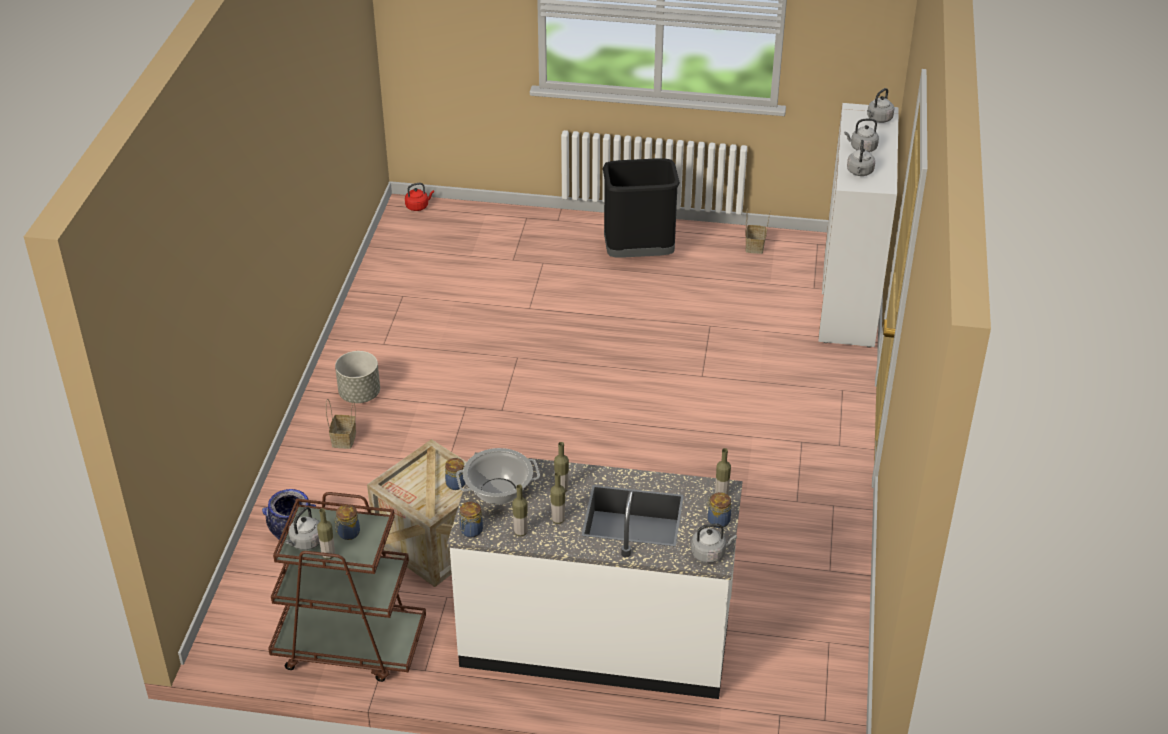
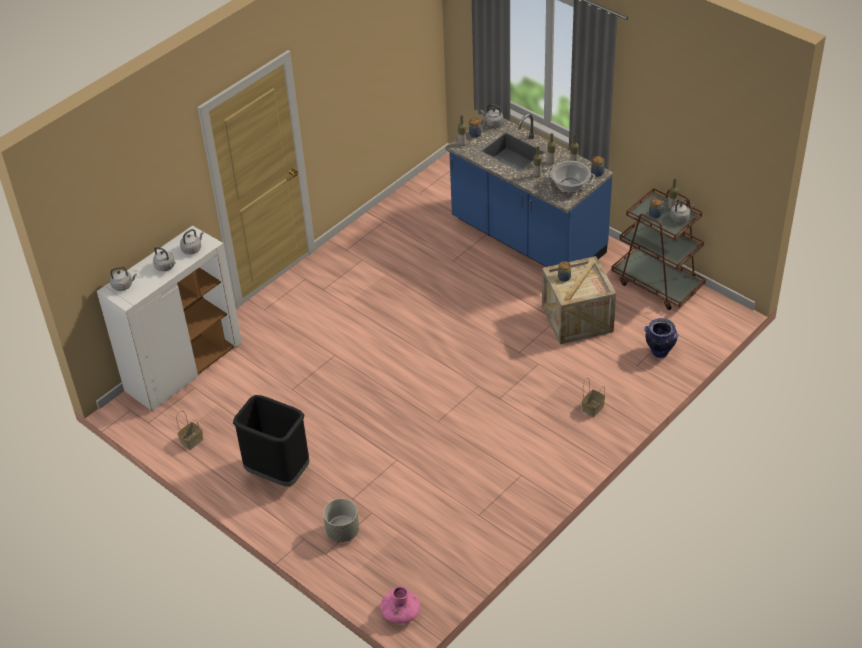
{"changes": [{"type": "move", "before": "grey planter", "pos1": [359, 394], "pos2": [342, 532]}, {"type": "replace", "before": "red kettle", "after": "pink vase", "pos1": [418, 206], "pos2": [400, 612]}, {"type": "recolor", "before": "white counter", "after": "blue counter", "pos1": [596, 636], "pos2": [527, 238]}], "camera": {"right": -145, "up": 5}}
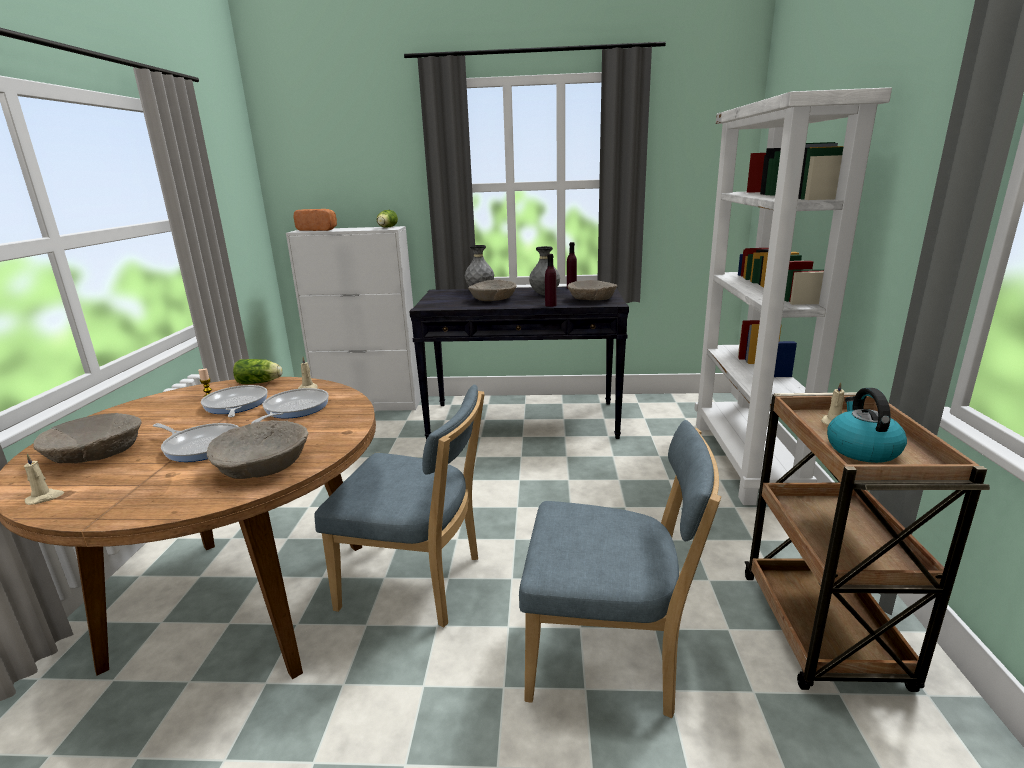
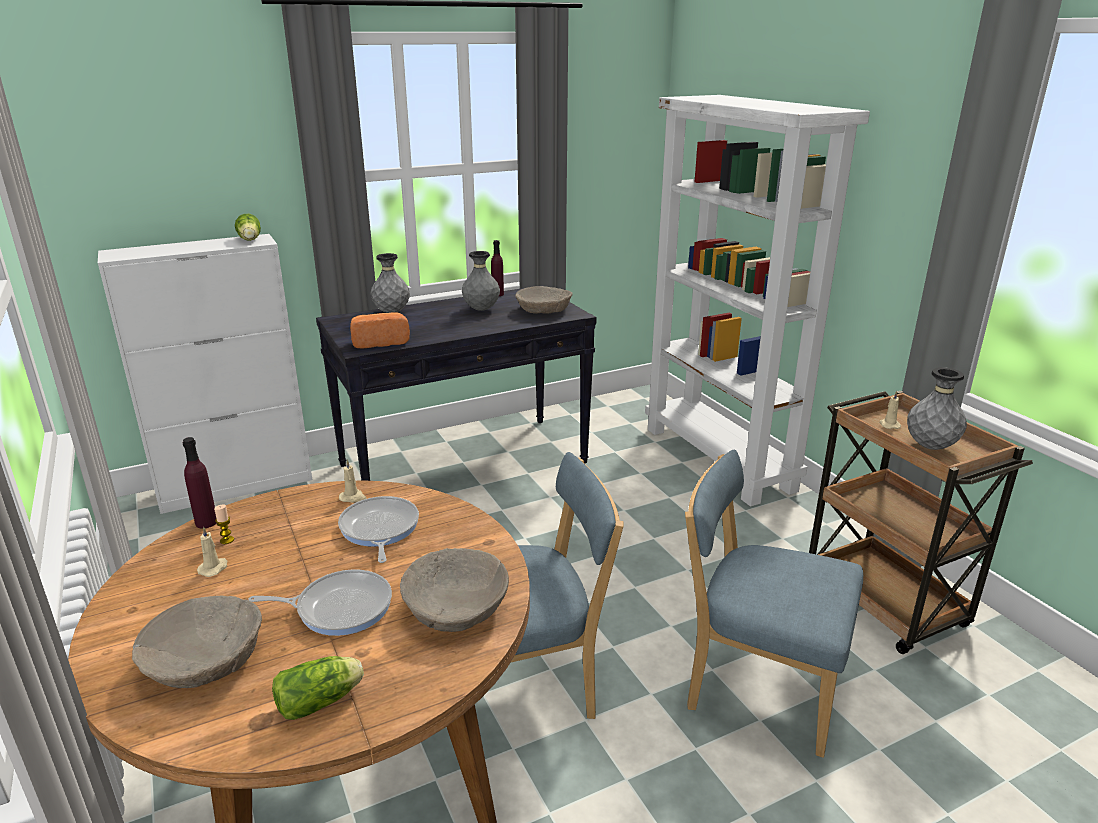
{"changes": [{"type": "delete", "before": "frying pan", "pos1": [235, 405]}, {"type": "delete", "before": "beige bowl", "pos1": [493, 299]}, {"type": "move", "before": "beige candle", "pos1": [45, 498], "pos2": [214, 568]}, {"type": "move", "before": "lettuce", "pos1": [260, 382], "pos2": [322, 701]}, {"type": "move", "before": "bread", "pos1": [319, 230], "pos2": [380, 342]}, {"type": "move", "before": "purple bottle", "pos1": [550, 305], "pos2": [206, 522]}, {"type": "replace", "before": "kettle", "after": "grey vase", "pos1": [861, 449], "pos2": [930, 447]}, {"type": "rotate", "before": "blue chair", "pos1": [609, 658], "pos2": [756, 686], "turn": -135}], "camera": {"right": -30, "up": 5}}
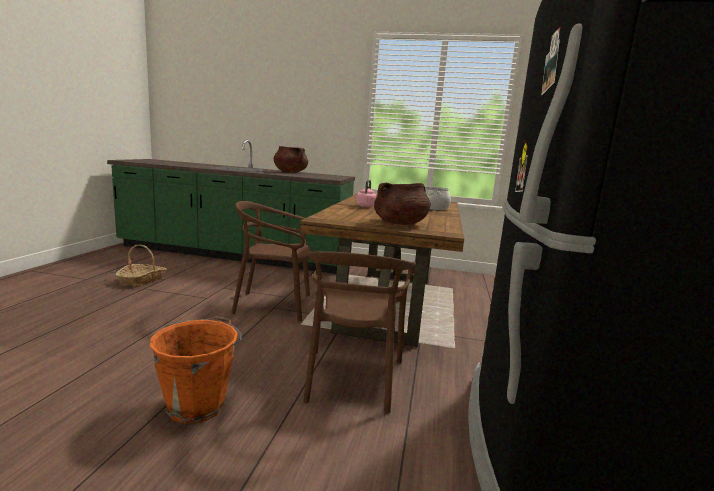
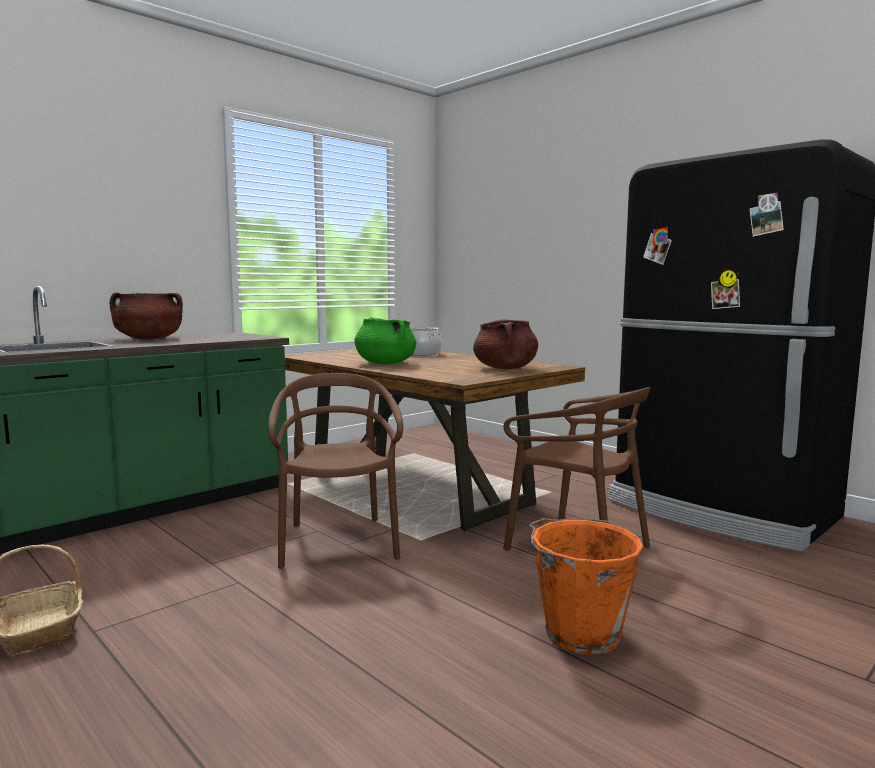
{"changes": [{"type": "replace", "before": "pink kettle", "after": "green cooking pot", "pos1": [366, 206], "pos2": [385, 363]}, {"type": "rotate", "before": "brown chair", "pos1": [274, 305], "pos2": [338, 543], "turn": 135}], "camera": {"right": -55, "up": -5}}
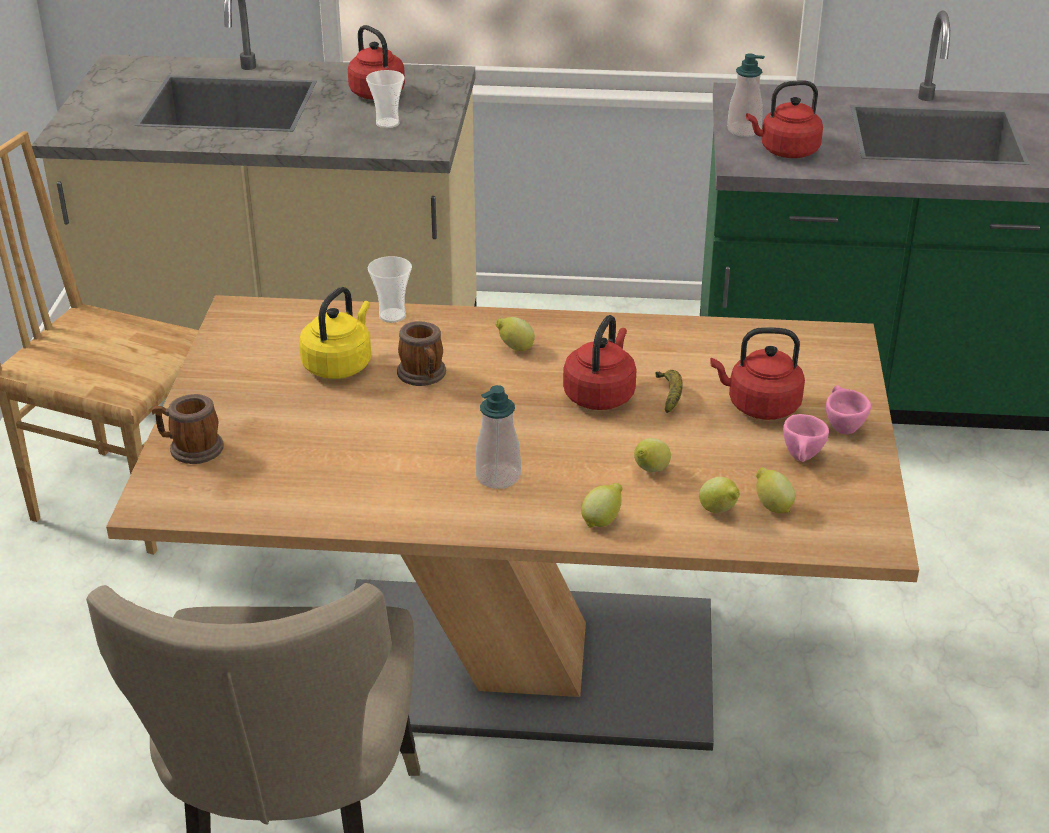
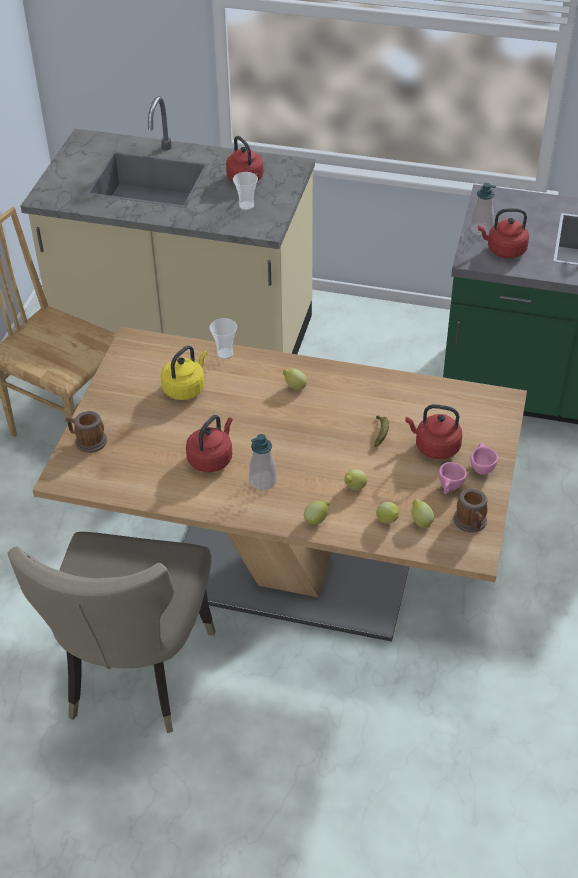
{"changes": [{"type": "move", "before": "mug", "pos1": [423, 376], "pos2": [471, 523]}, {"type": "move", "before": "red kettle", "pos1": [600, 394], "pos2": [211, 458]}], "camera": {"right": 10, "up": 10}}
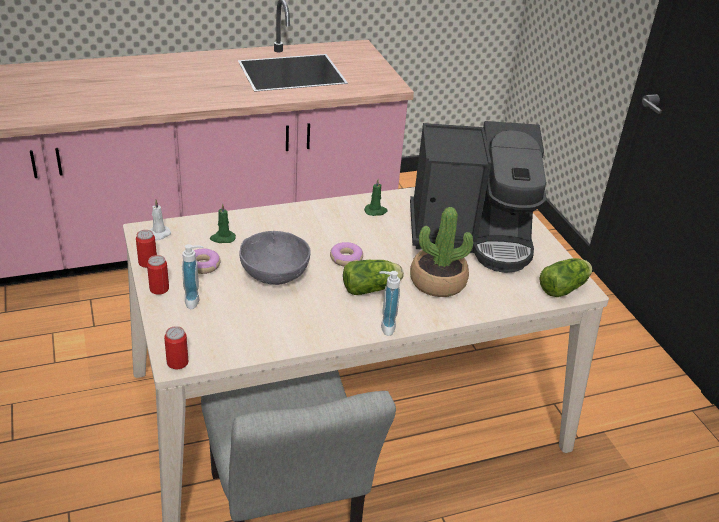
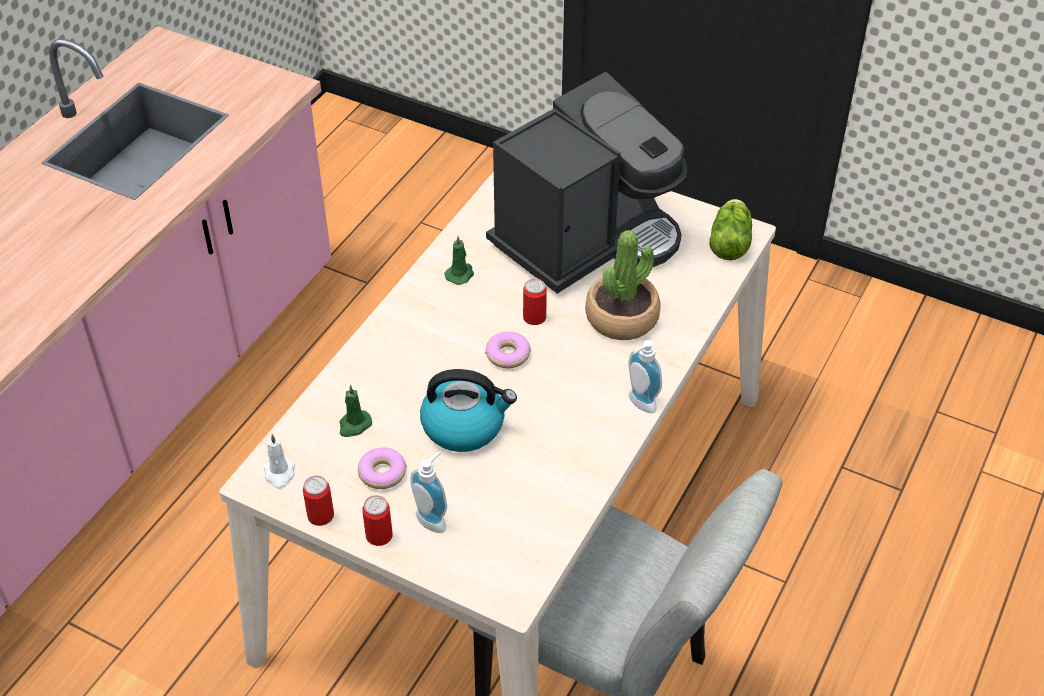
{"changes": [{"type": "delete", "before": "lettuce", "pos1": [372, 288]}, {"type": "move", "before": "can", "pos1": [177, 362], "pos2": [534, 317]}, {"type": "replace", "before": "grey bowl", "after": "kettle", "pos1": [274, 273], "pos2": [465, 426]}], "camera": {"right": -40, "up": 10}}
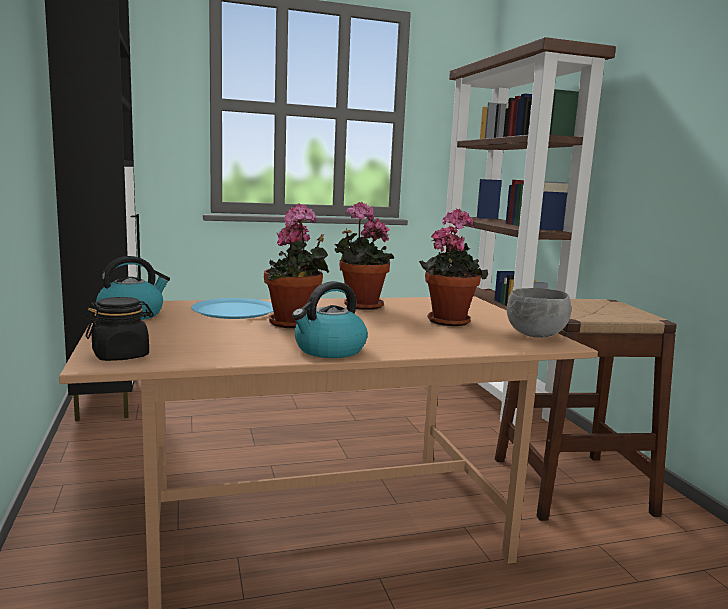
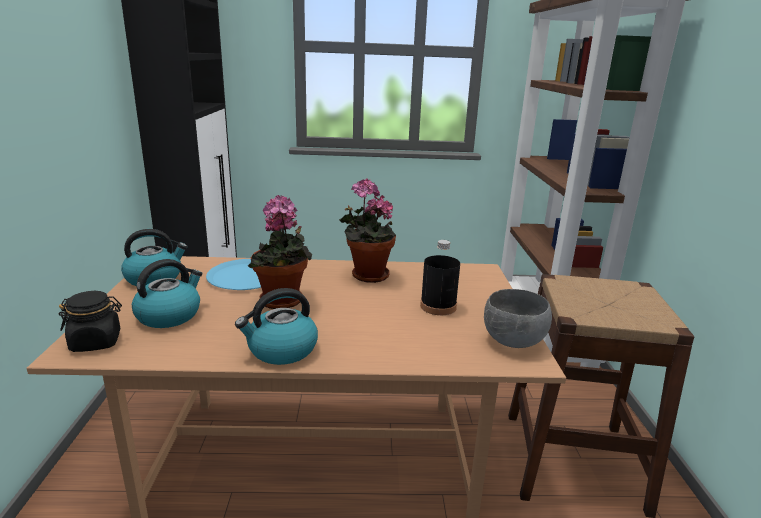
{"changes": [{"type": "insert", "after": "kettle", "pos2": [169, 315]}, {"type": "replace", "before": "potted plant", "after": "black bottle", "pos1": [448, 320], "pos2": [438, 306]}], "camera": {"right": 15, "up": 10}}
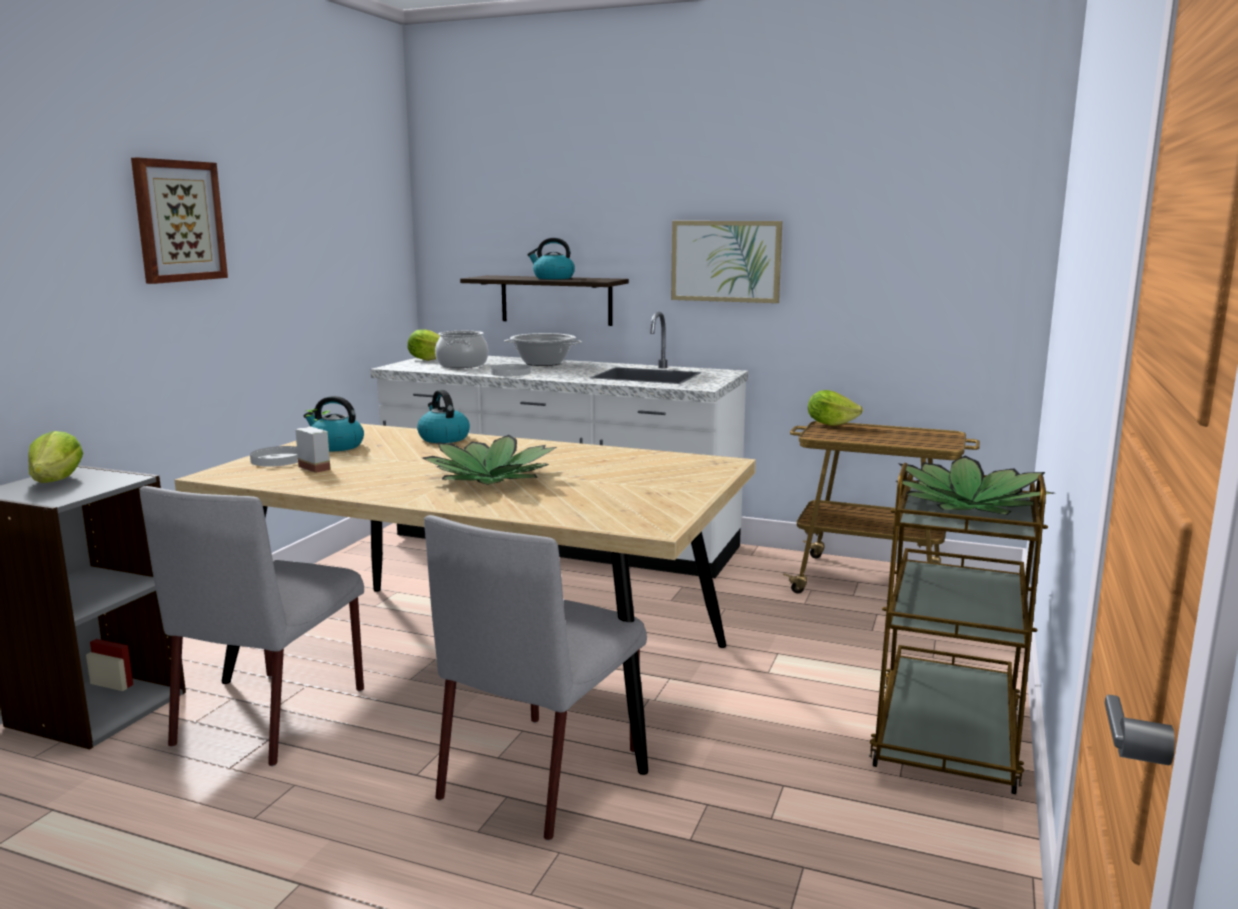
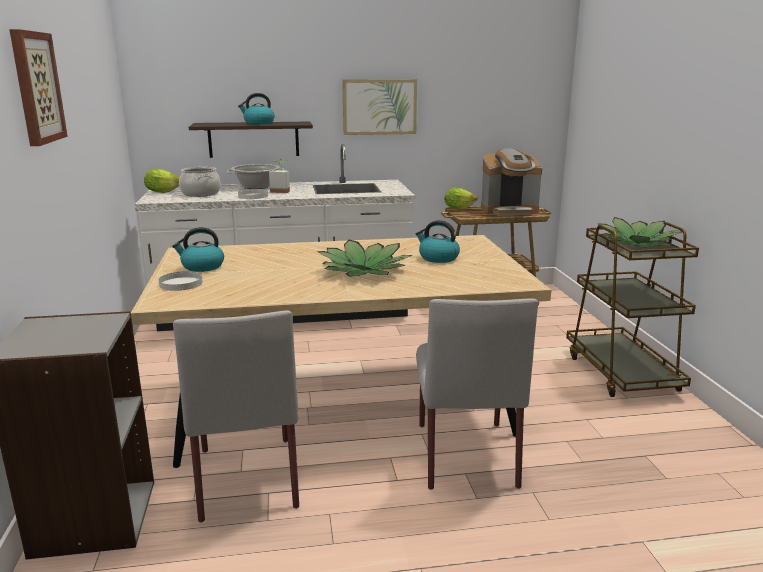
{"changes": [{"type": "delete", "before": "lettuce", "pos1": [57, 480]}, {"type": "insert", "after": "coffee machine", "pos2": [509, 210]}, {"type": "move", "before": "potted plant", "pos1": [320, 466], "pos2": [281, 191]}, {"type": "move", "before": "kettle", "pos1": [443, 438], "pos2": [438, 258]}], "camera": {"right": -30, "up": 5}}
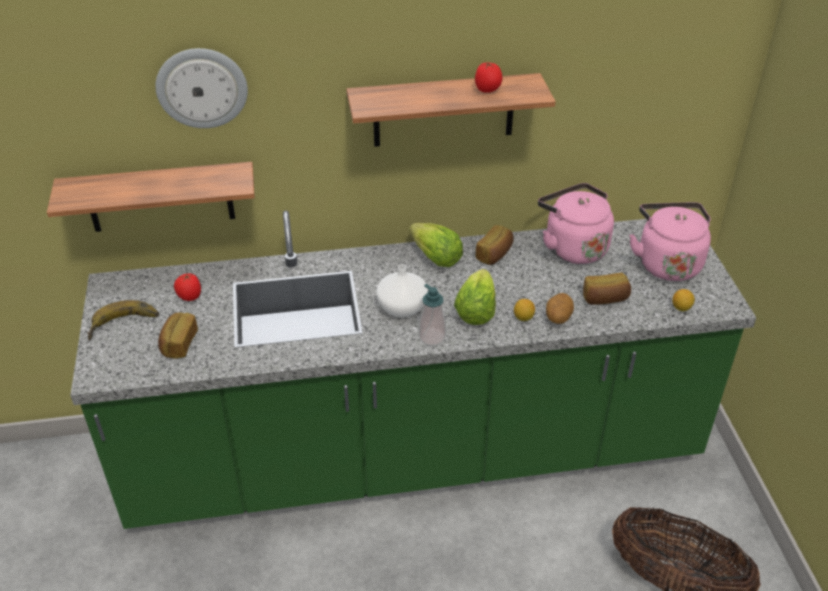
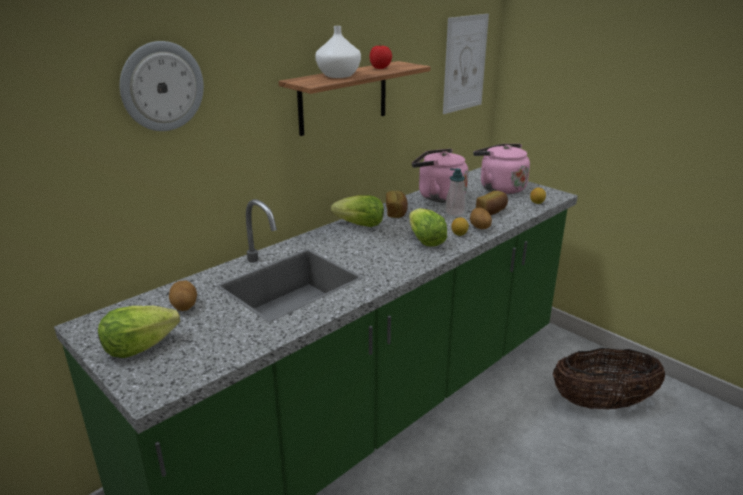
{"changes": [{"type": "delete", "before": "shelf", "pos1": [160, 197]}, {"type": "delete", "before": "bread", "pos1": [178, 344]}, {"type": "insert", "after": "picture", "pos2": [465, 63]}, {"type": "move", "before": "white vase", "pos1": [401, 308], "pos2": [338, 76]}, {"type": "move", "before": "soap dispenser", "pos1": [432, 337], "pos2": [455, 212]}, {"type": "replace", "before": "banana", "after": "lettuce", "pos1": [124, 326], "pos2": [139, 347]}, {"type": "replace", "before": "tomato", "after": "potato", "pos1": [189, 297], "pos2": [185, 306]}], "camera": {"right": -35, "up": -15}}
